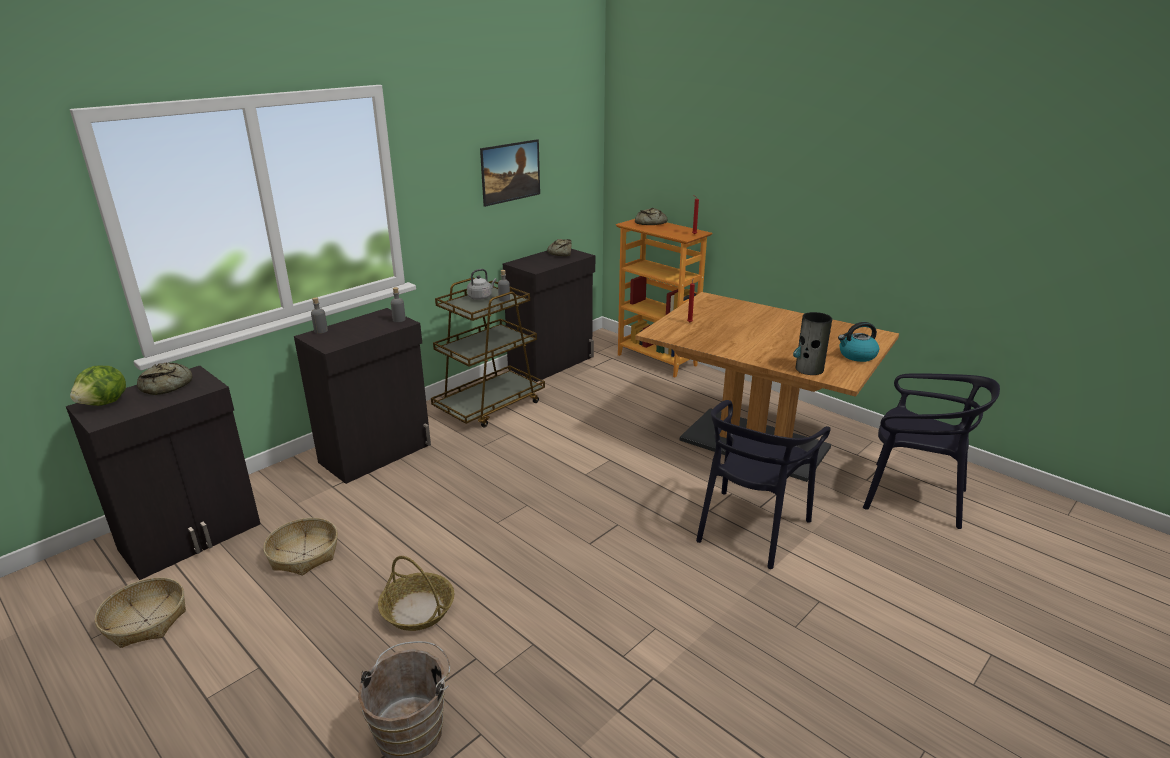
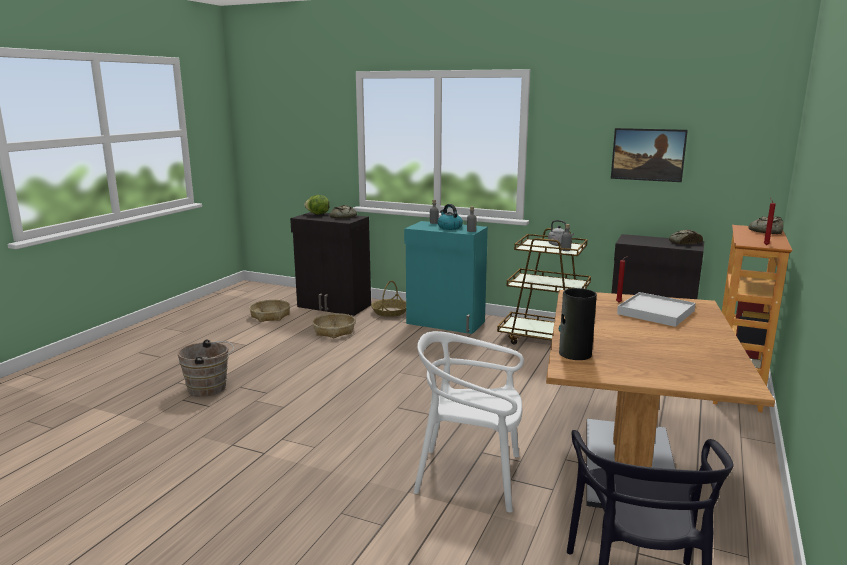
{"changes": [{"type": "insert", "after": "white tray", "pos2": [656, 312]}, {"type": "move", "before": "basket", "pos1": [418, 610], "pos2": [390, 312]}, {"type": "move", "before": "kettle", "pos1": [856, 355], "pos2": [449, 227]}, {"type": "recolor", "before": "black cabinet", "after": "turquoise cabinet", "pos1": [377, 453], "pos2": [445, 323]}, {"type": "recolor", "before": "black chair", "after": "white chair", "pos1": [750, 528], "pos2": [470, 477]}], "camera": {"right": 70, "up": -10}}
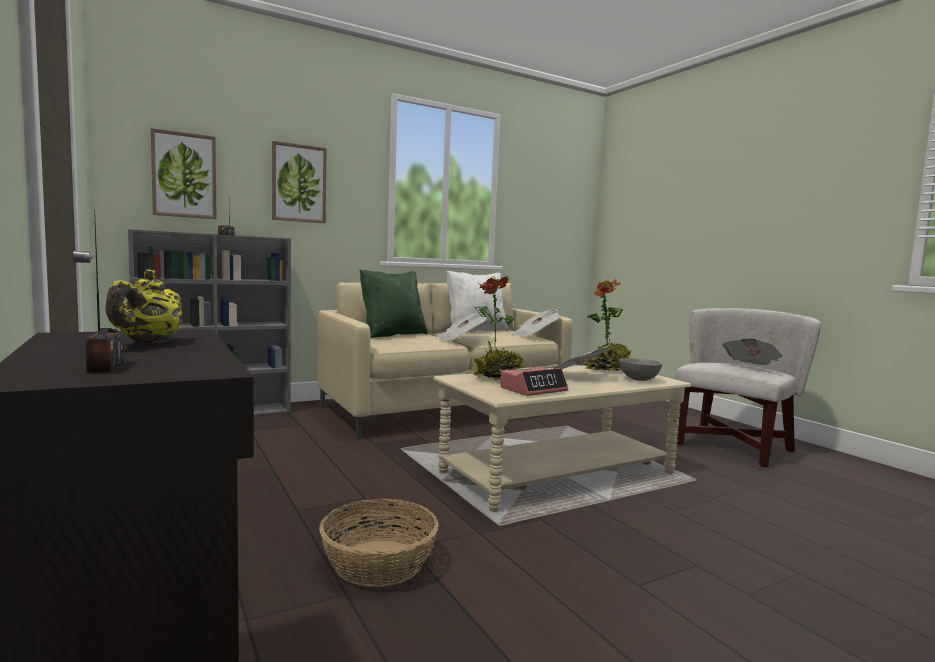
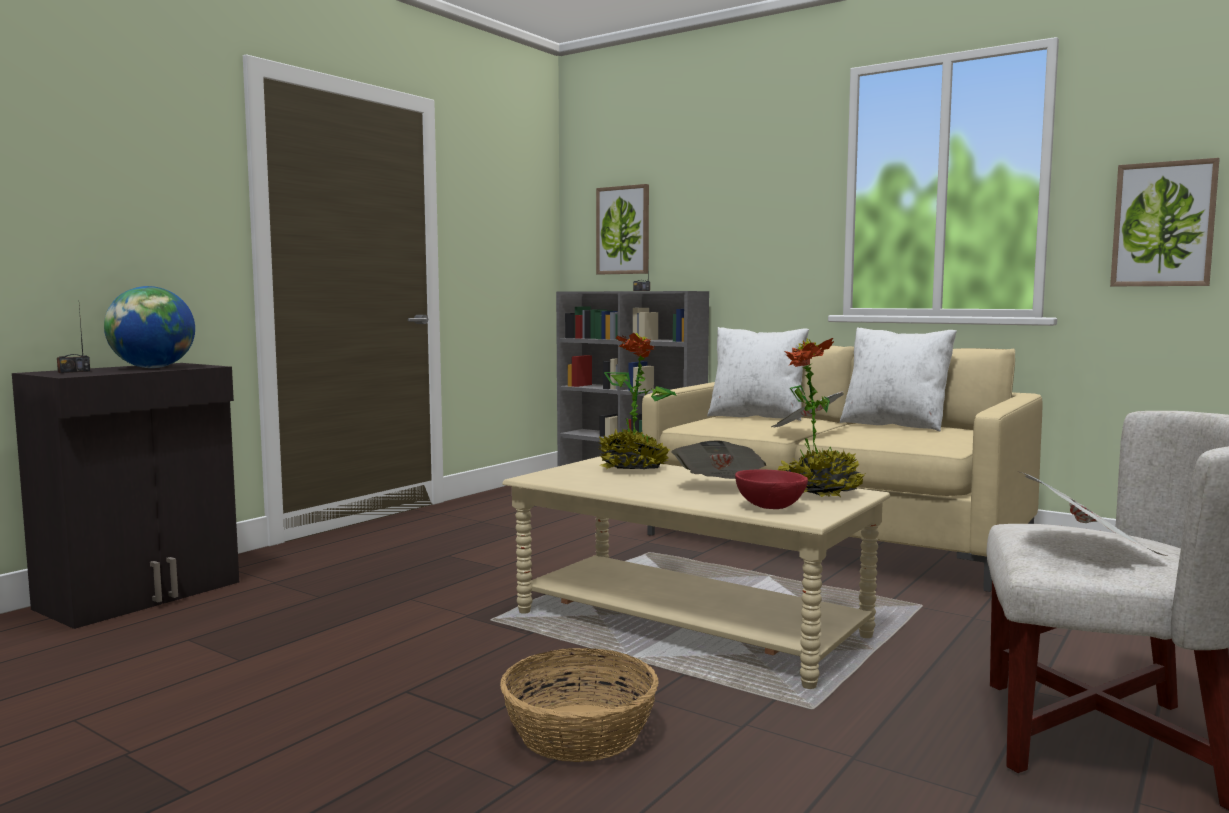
{"changes": [{"type": "delete", "before": "alarm clock", "pos1": [533, 389]}, {"type": "delete", "before": "newspaper", "pos1": [534, 335]}, {"type": "move", "before": "picture", "pos1": [299, 183], "pos2": [1163, 224]}, {"type": "move", "before": "basket", "pos1": [379, 563], "pos2": [579, 733]}, {"type": "replace", "before": "yellow teapot", "after": "globe", "pos1": [149, 343], "pos2": [153, 368]}, {"type": "recolor", "before": "green pillow", "after": "white pillow", "pos1": [392, 335], "pos2": [757, 416]}, {"type": "recolor", "before": "grey bowl", "after": "red bowl", "pos1": [638, 380], "pos2": [770, 507]}], "camera": {"right": 65, "up": 0}}
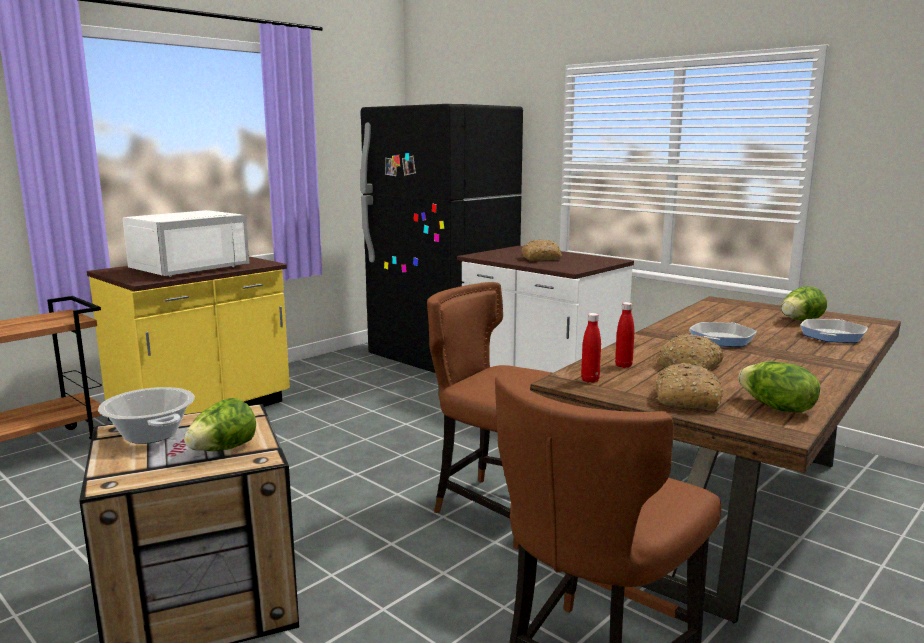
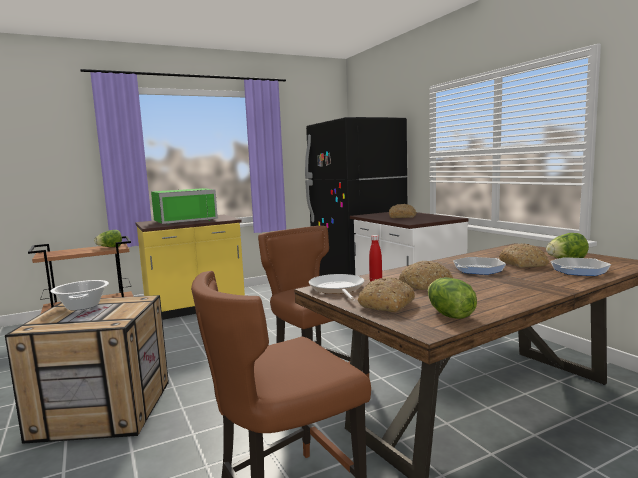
{"changes": [{"type": "insert", "after": "bread", "pos2": [523, 264]}, {"type": "move", "before": "lettuce", "pos1": [223, 450], "pos2": [110, 247]}, {"type": "replace", "before": "red bottle", "after": "frying pan", "pos1": [590, 380], "pos2": [337, 289]}, {"type": "recolor", "before": "white microwave", "after": "green microwave", "pos1": [186, 268], "pos2": [184, 221]}], "camera": {"right": 20, "up": -5}}
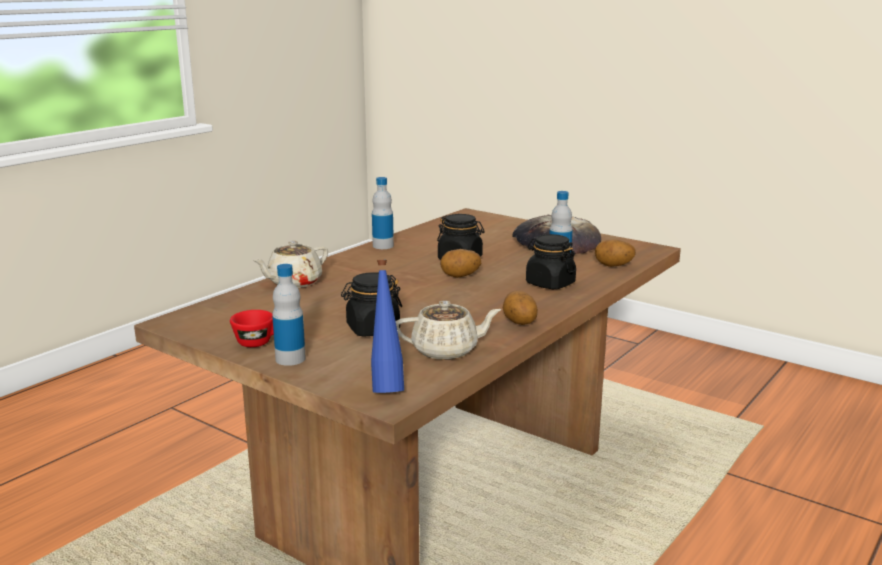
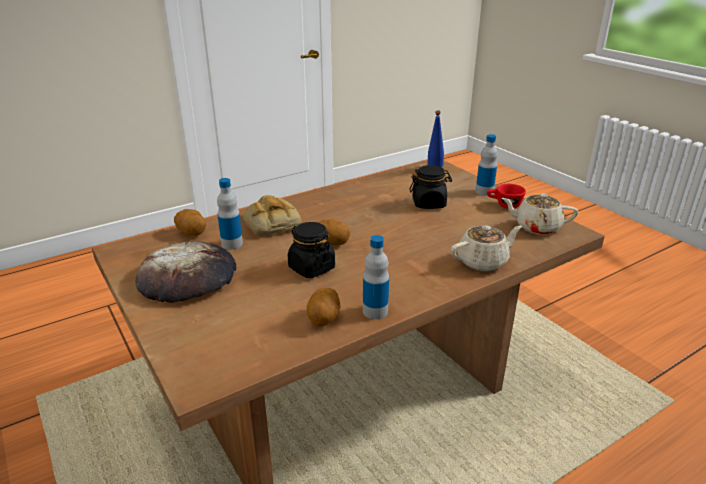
{"changes": [{"type": "move", "before": "beige teapot", "pos1": [446, 350], "pos2": [536, 227]}, {"type": "move", "before": "potato", "pos1": [519, 323], "pos2": [324, 319]}, {"type": "replace", "before": "black jar", "after": "bread", "pos1": [550, 284], "pos2": [270, 222]}], "camera": {"right": -160, "up": 10}}
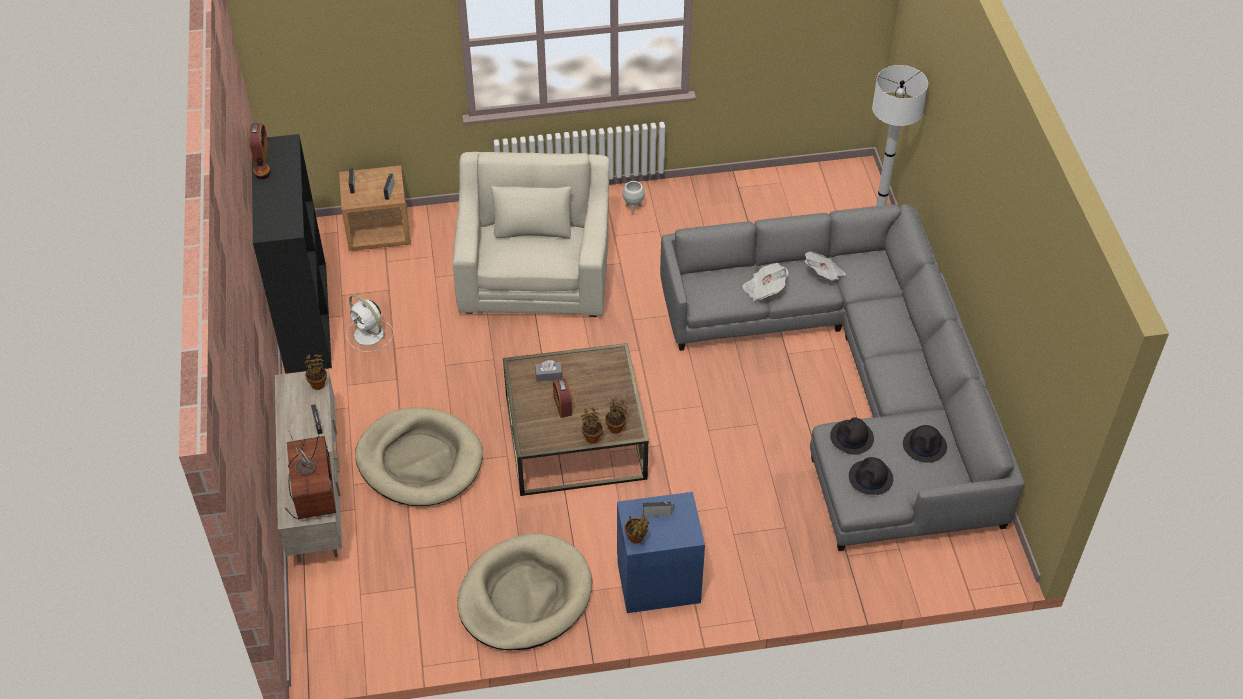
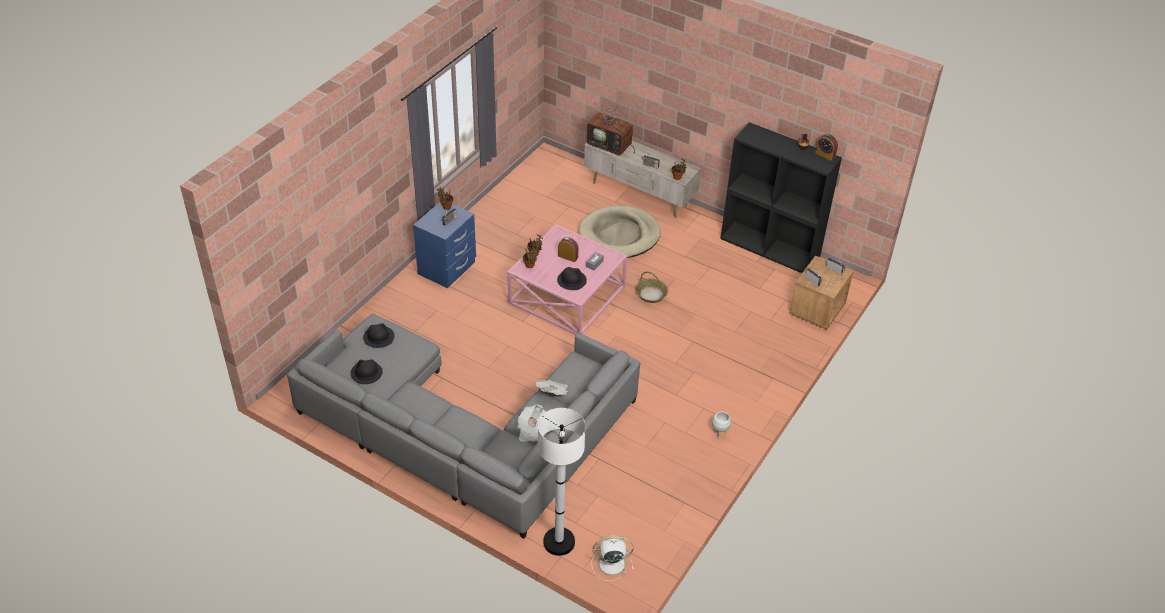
{"changes": [{"type": "delete", "before": "beige armchair", "pos1": [535, 272]}, {"type": "delete", "before": "beige dog bed", "pos1": [525, 596]}, {"type": "insert", "after": "basket", "pos2": [651, 294]}, {"type": "move", "before": "white fan", "pos1": [369, 335], "pos2": [610, 564]}, {"type": "move", "before": "black hat", "pos1": [851, 438], "pos2": [571, 280]}, {"type": "recolor", "before": "brown coffee table", "after": "pink coffee table", "pos1": [576, 437], "pos2": [566, 295]}], "camera": {"right": 130, "up": -5}}
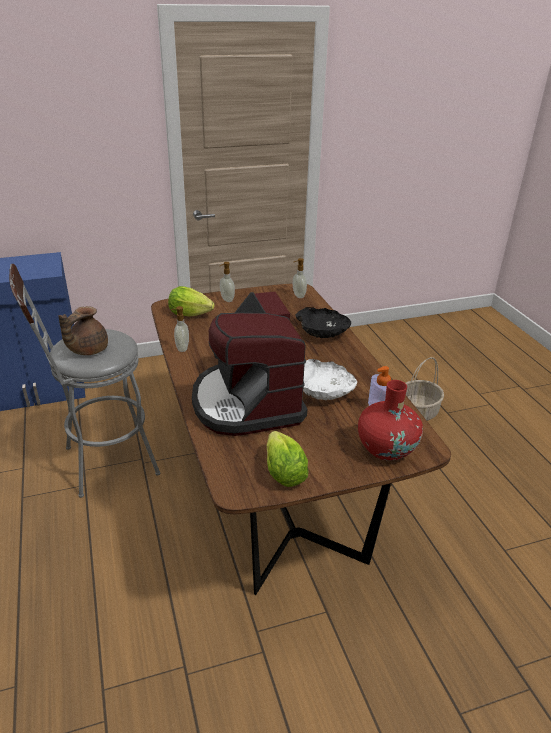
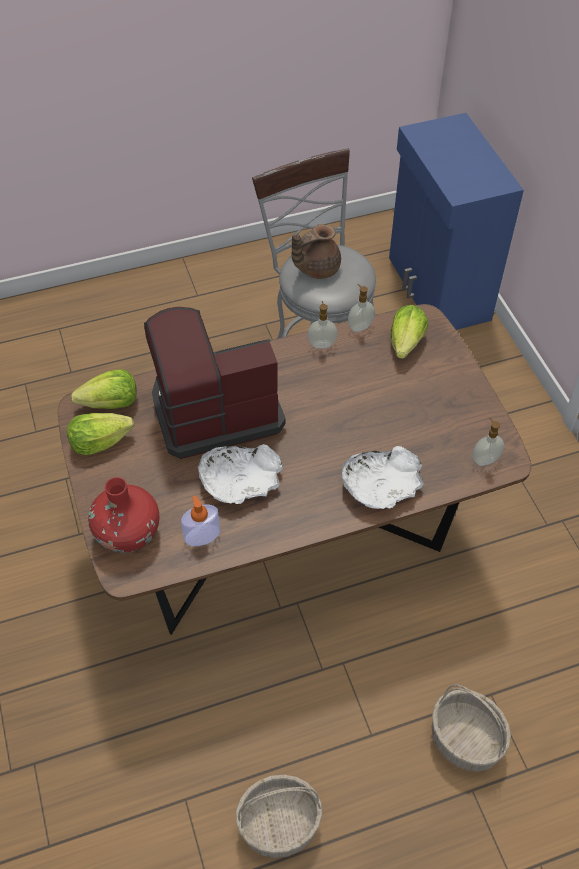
{"changes": [{"type": "insert", "after": "lettuce", "pos2": [111, 404]}, {"type": "insert", "after": "basket", "pos2": [278, 825]}, {"type": "move", "before": "soap dispenser", "pos1": [226, 299], "pos2": [359, 326]}, {"type": "recolor", "before": "black bowl", "after": "white bowl", "pos1": [322, 331], "pos2": [381, 485]}, {"type": "rotate", "before": "brown teapot", "pos1": [87, 350], "pos2": [316, 268], "turn": -60}], "camera": {"right": 90, "up": 20}}
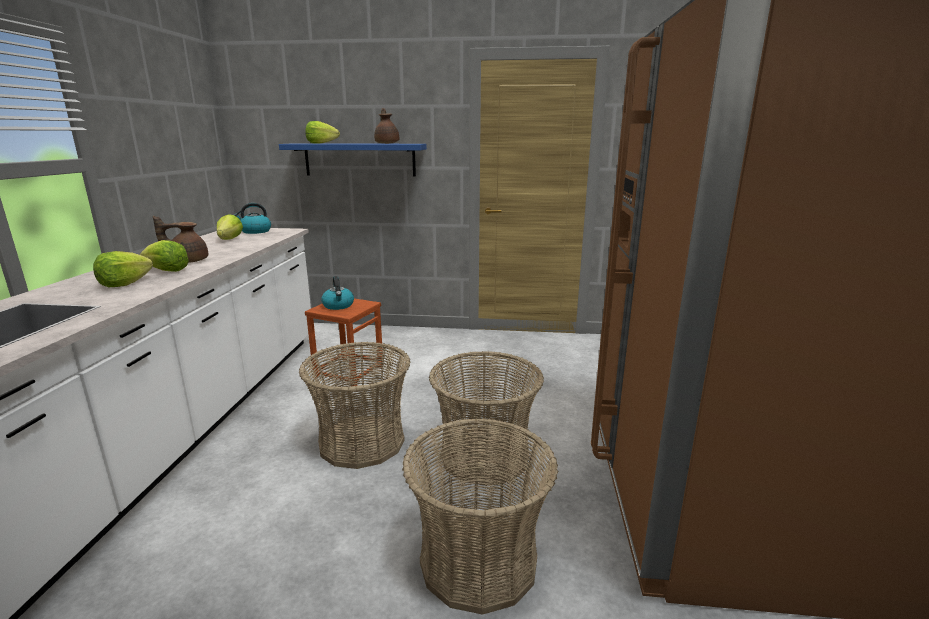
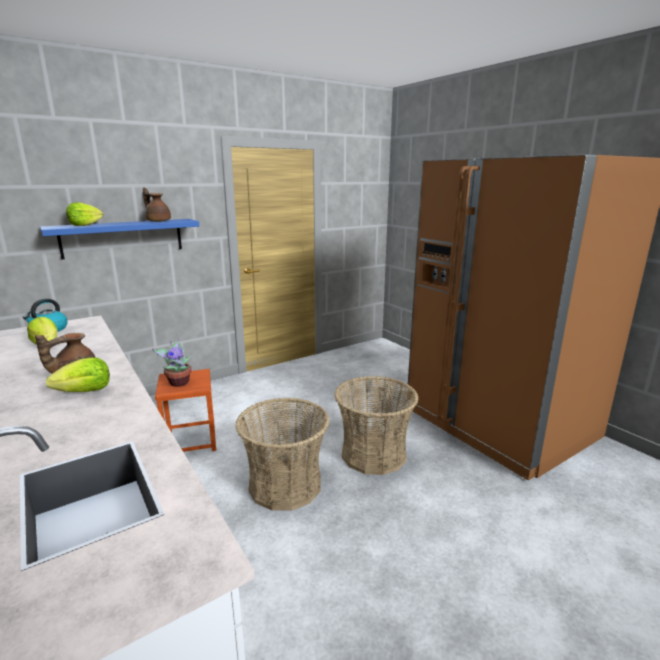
{"changes": [{"type": "delete", "before": "lettuce", "pos1": [124, 284]}, {"type": "delete", "before": "basket", "pos1": [479, 561]}, {"type": "replace", "before": "kettle", "after": "potted plant", "pos1": [338, 306], "pos2": [178, 382]}], "camera": {"right": -40, "up": 0}}
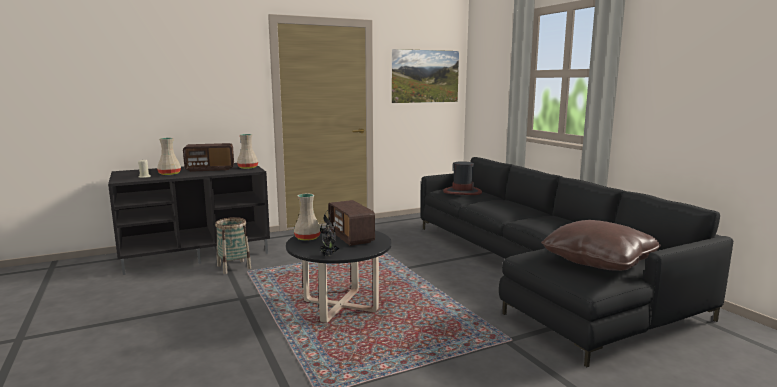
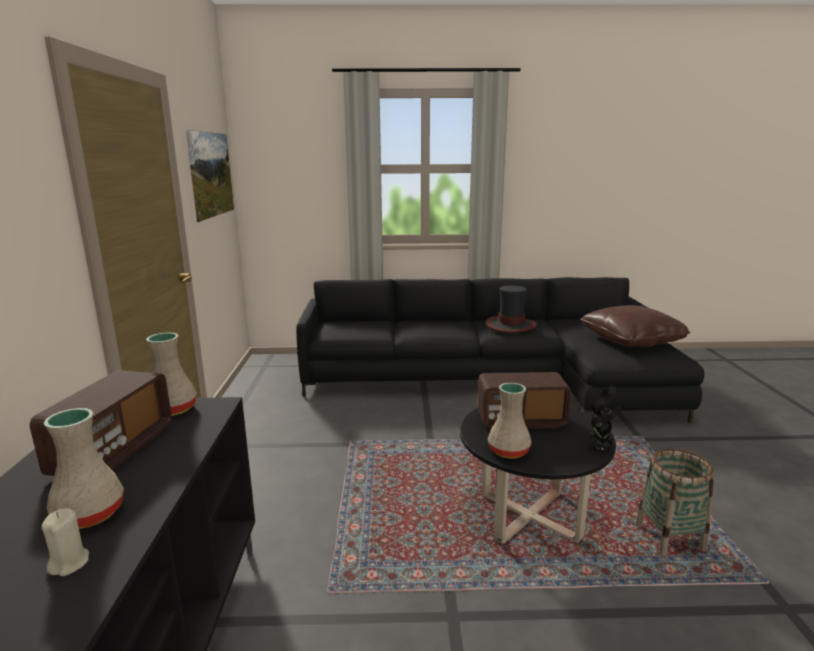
{"changes": [{"type": "move", "before": "basket", "pos1": [234, 267], "pos2": [669, 537]}, {"type": "move", "before": "hat", "pos1": [462, 192], "pos2": [511, 325]}], "camera": {"right": -65, "up": 5}}
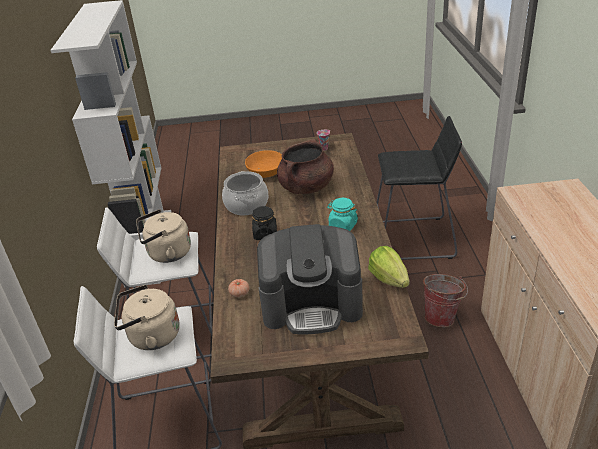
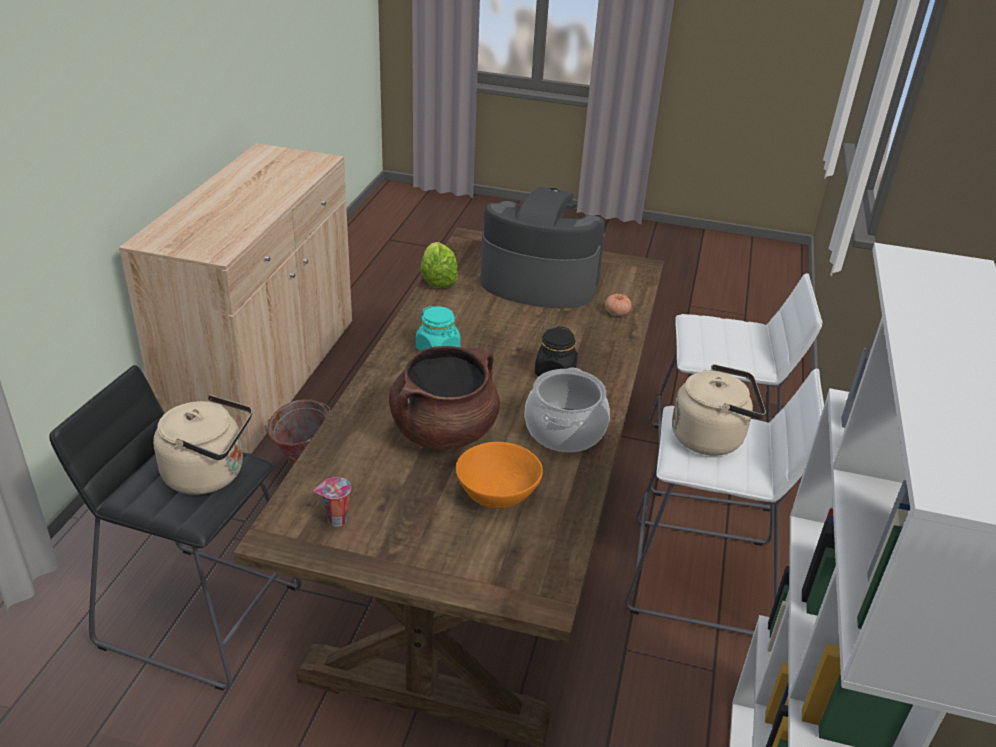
{"changes": [{"type": "move", "before": "beige kettle", "pos1": [151, 337], "pos2": [210, 474]}], "camera": {"right": -165, "up": 0}}
